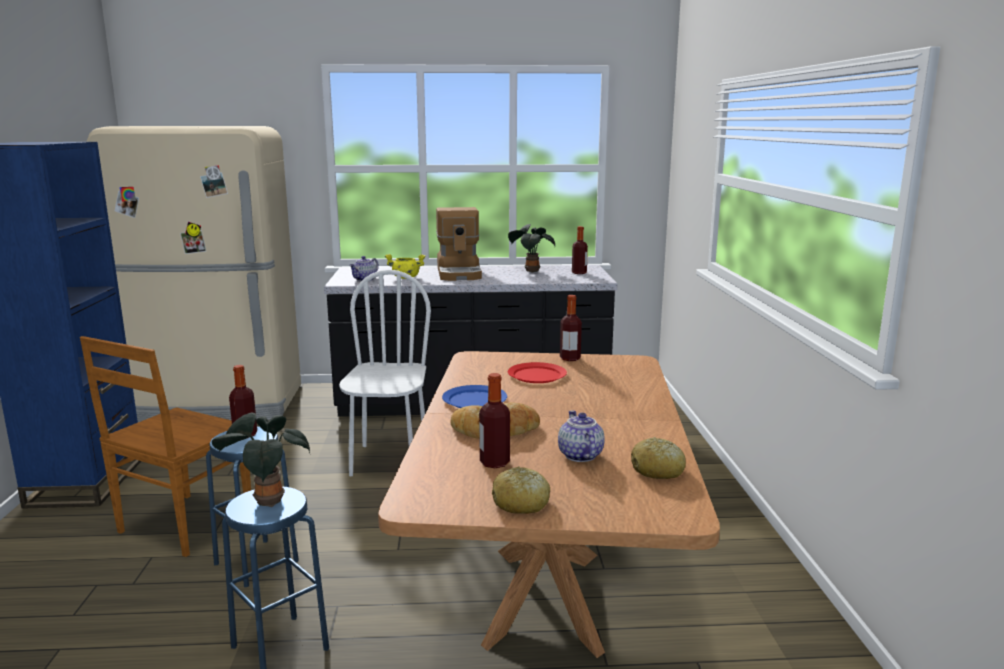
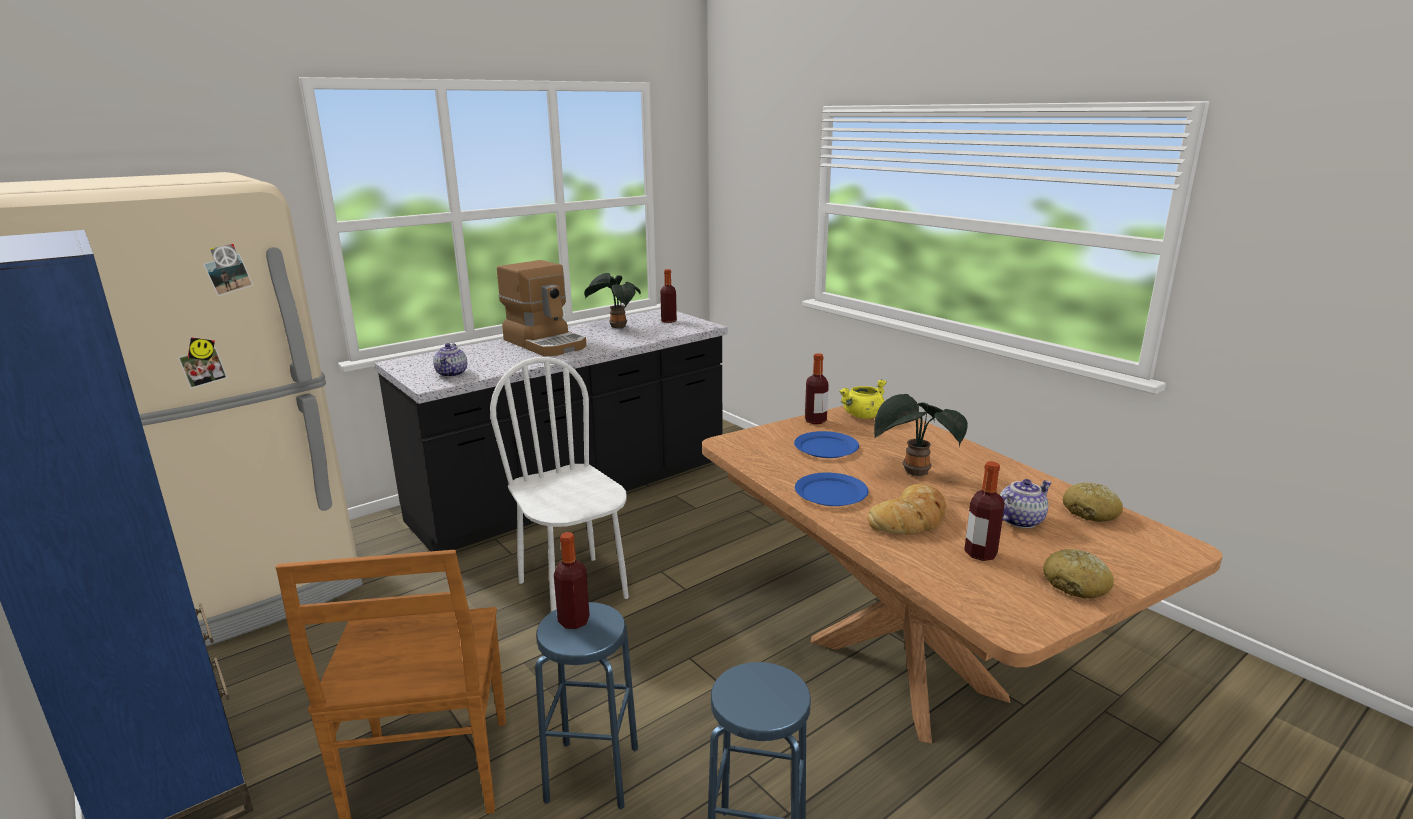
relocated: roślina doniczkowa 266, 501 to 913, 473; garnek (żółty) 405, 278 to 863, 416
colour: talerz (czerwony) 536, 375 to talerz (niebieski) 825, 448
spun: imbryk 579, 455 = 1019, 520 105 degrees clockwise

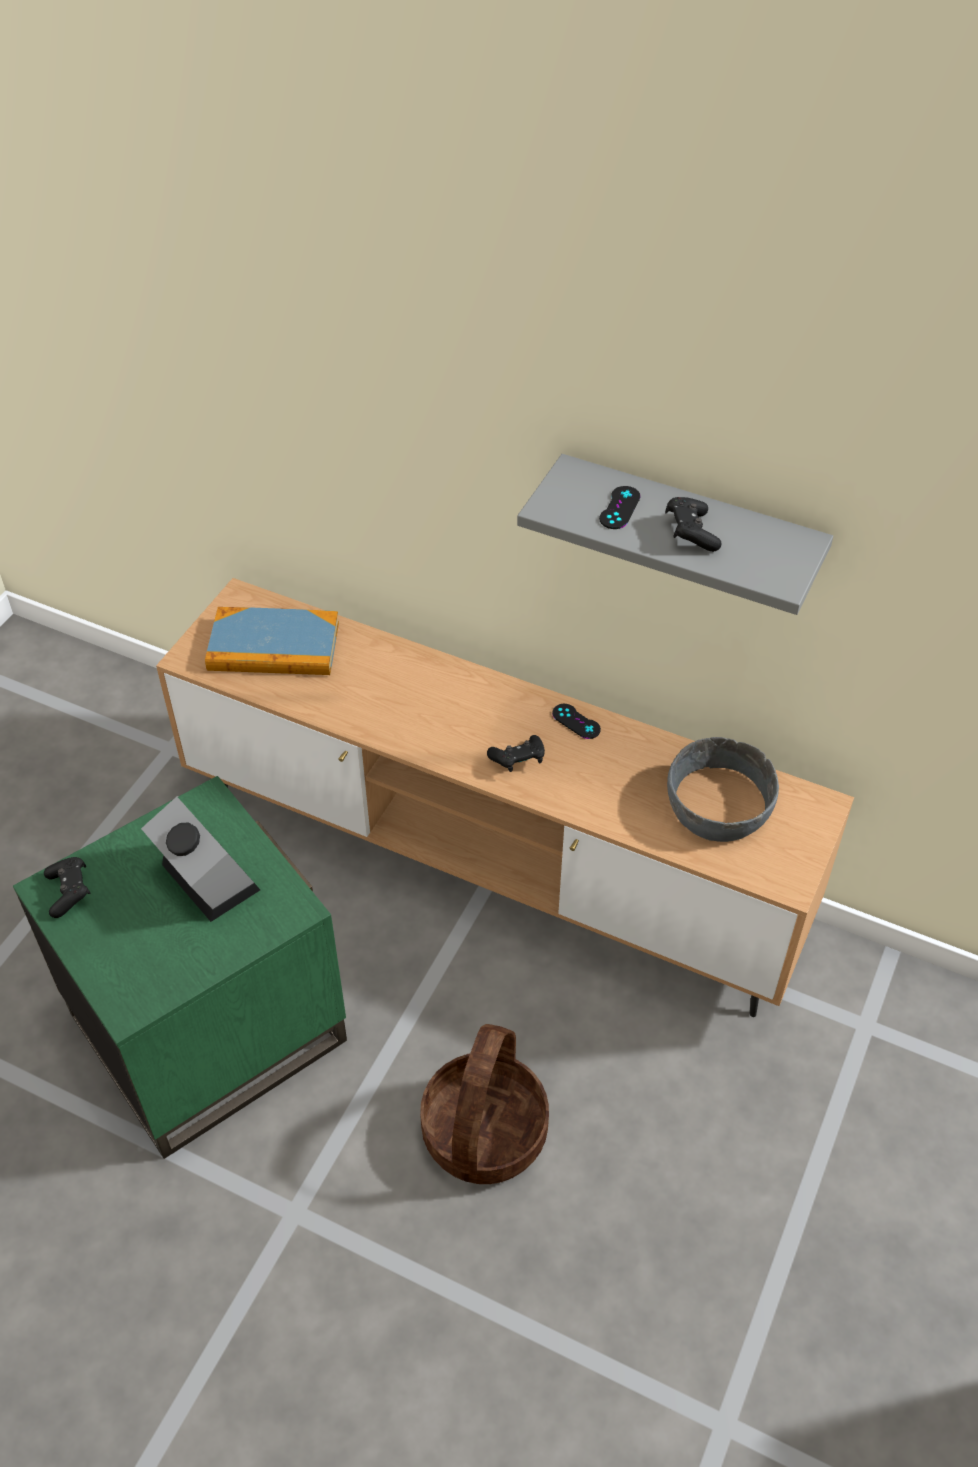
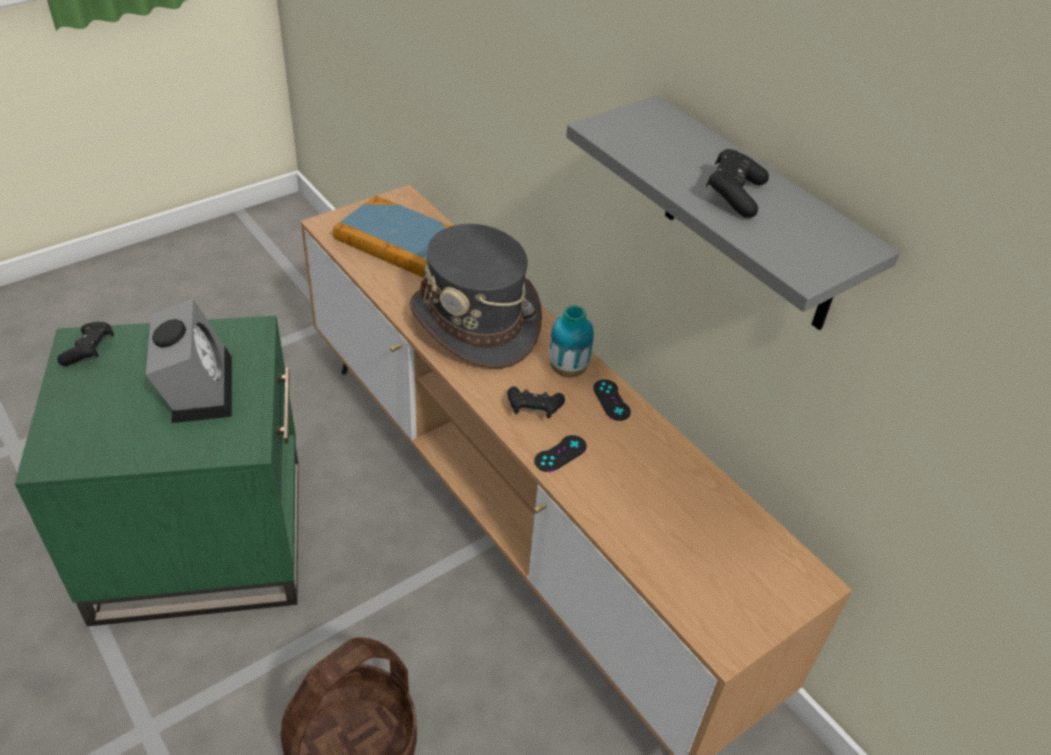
missing: miska (szary) 718, 805
appeared: kapelusz (szary) 476, 322; wazon 568, 369
relocated: pad do gier (czarny) 619, 508 to 560, 454

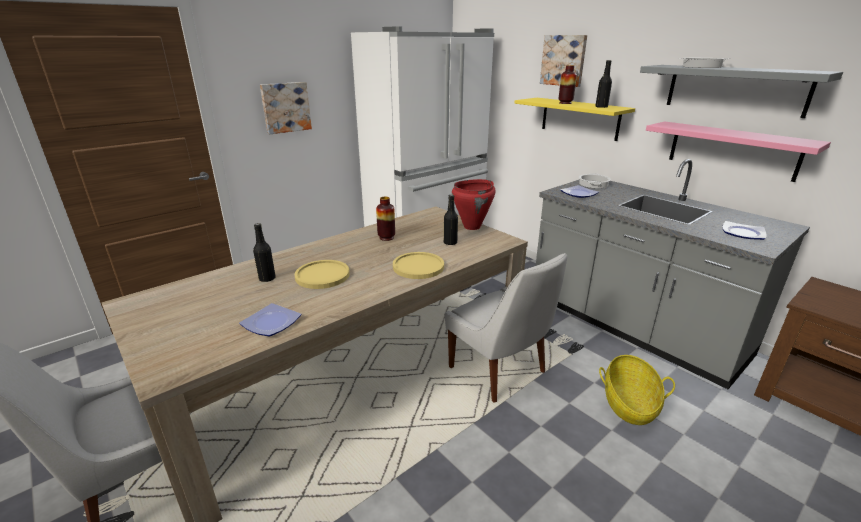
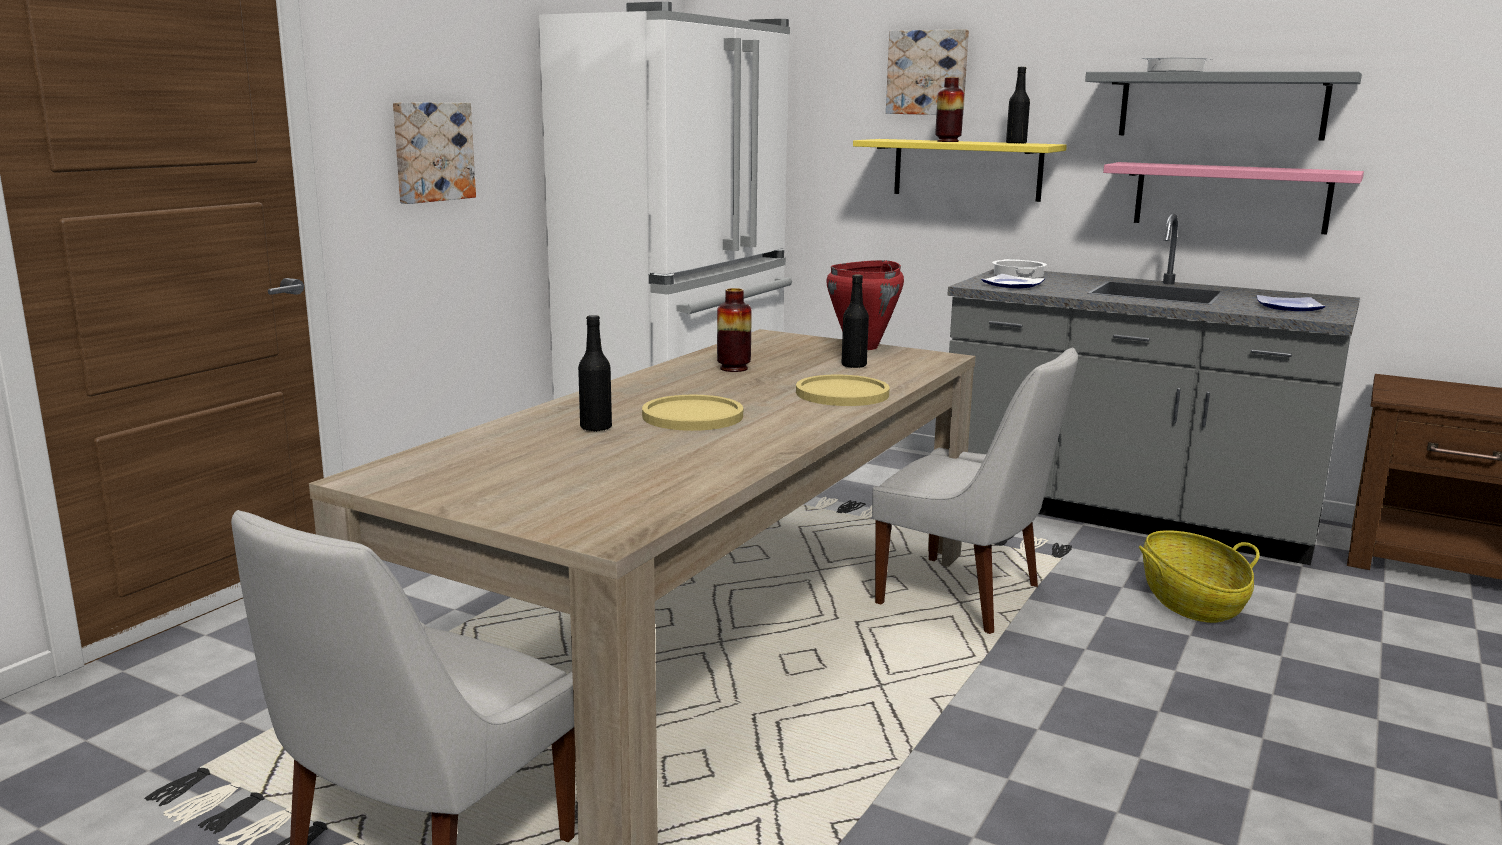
missing: talerz 270, 323

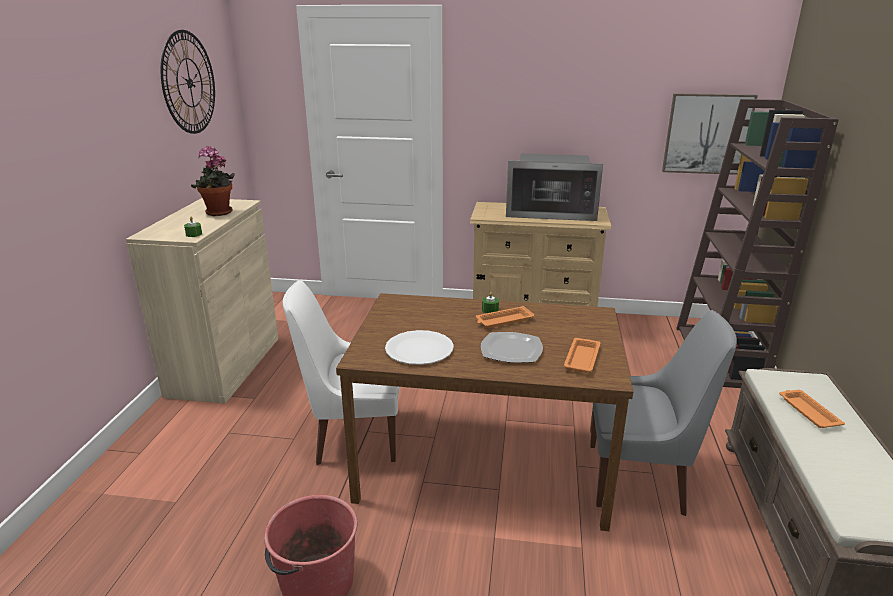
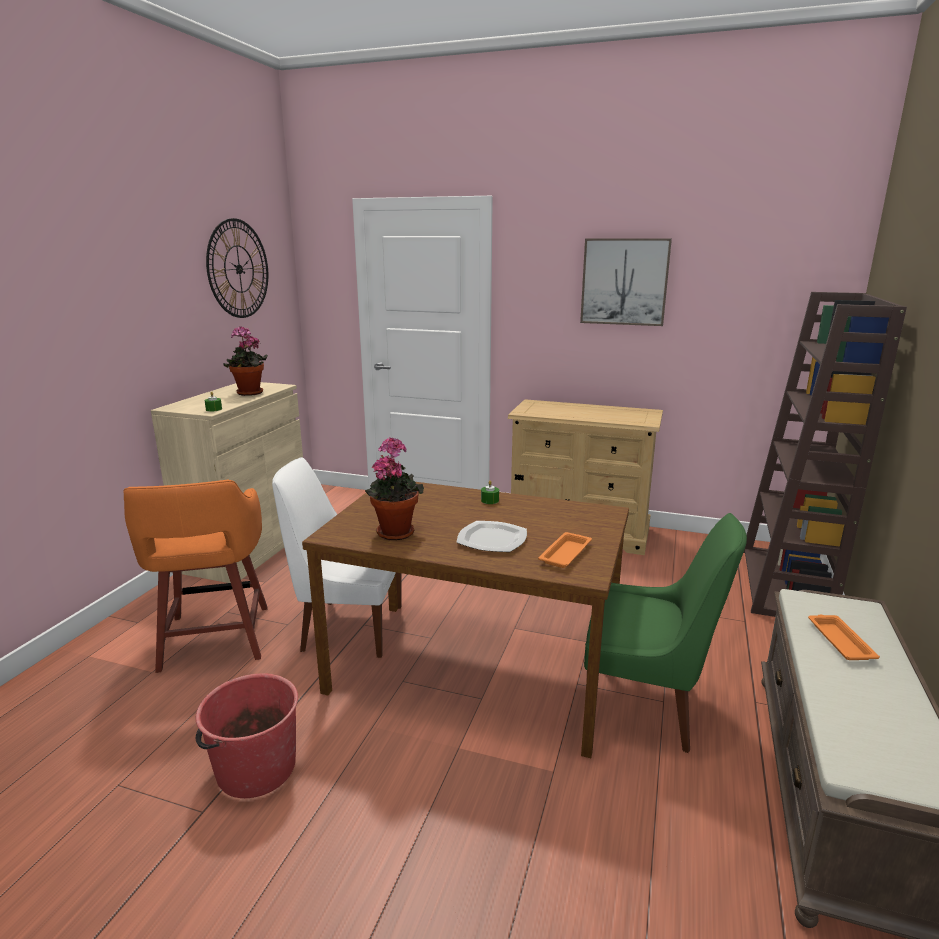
missing: taca (pomarańczowy) 503, 321; mikrofalówka 551, 212
appeared: stołek (pomarańczowy) 214, 640
relocated: obraz 707, 134 to 624, 282
exchanged: talerz (biały) 419, 349 to roślina doniczkowa 395, 531
colour: krzesło (szary) 640, 479 to krzesło (zielony) 646, 706

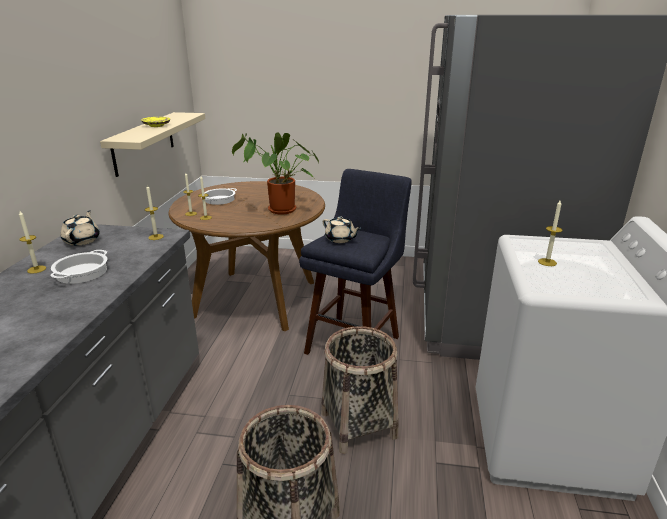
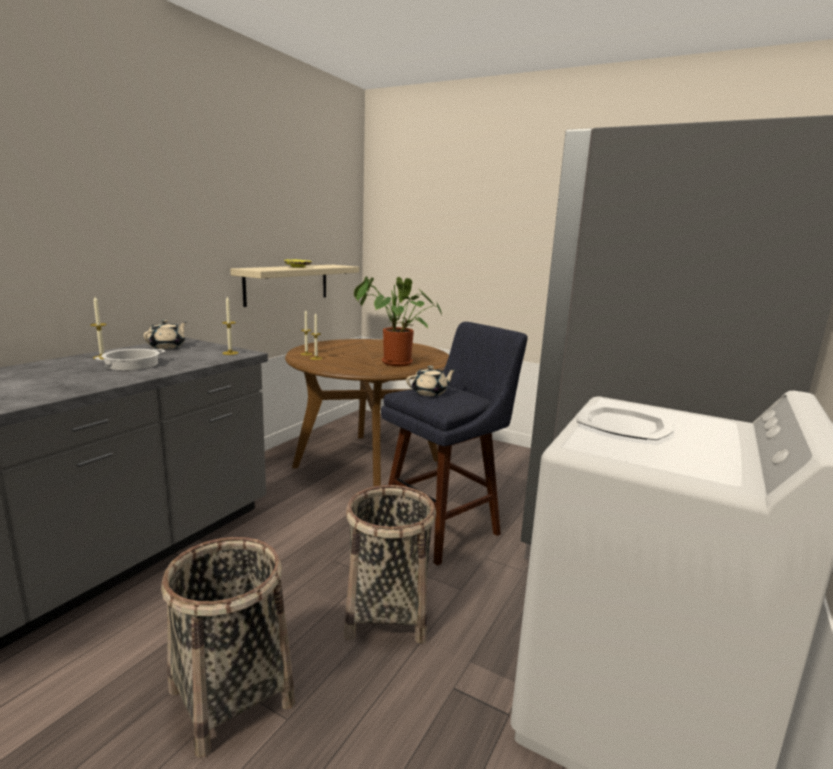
missing: garnek 219, 200
exchanged: świeca 547, 262 to talerz 622, 426
spun: imbryk (beżowy) 340, 239 = 430, 393 90 degrees counterclockwise

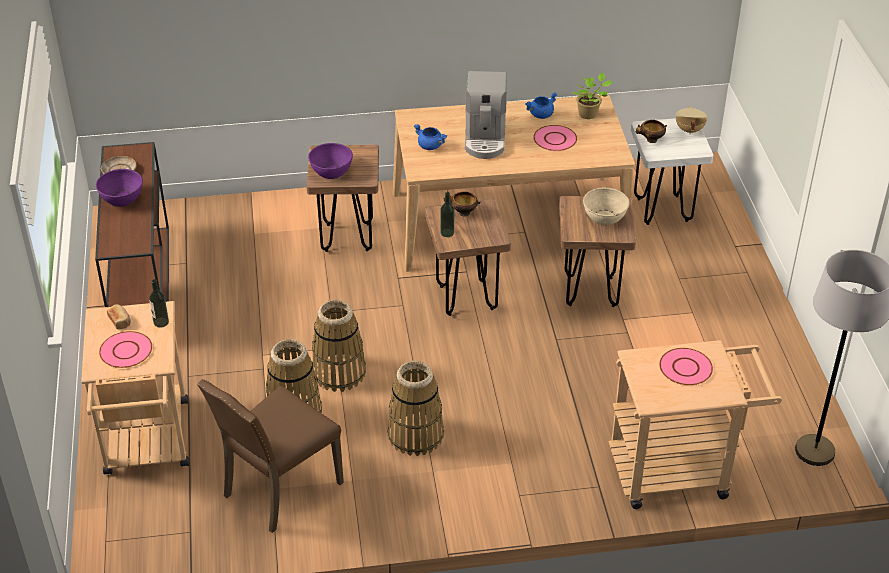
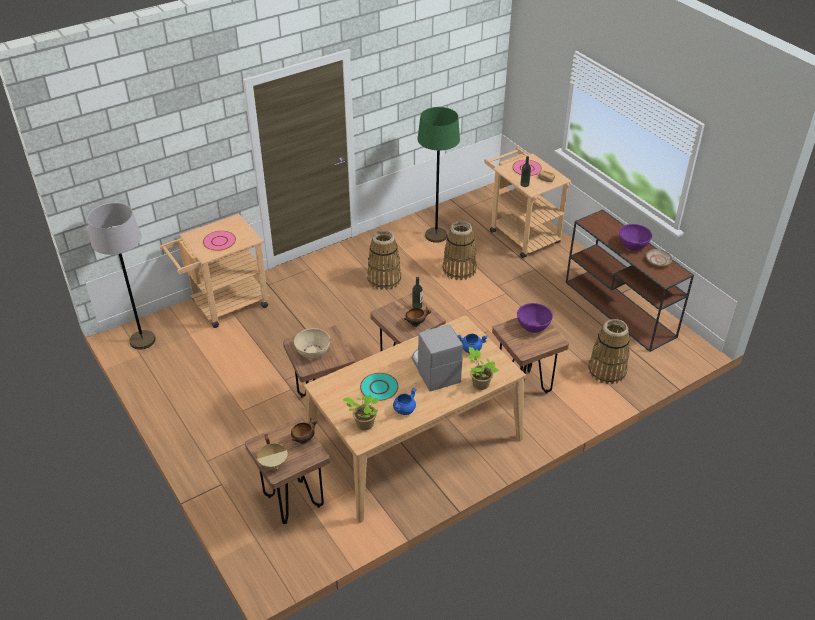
appeared: roślina doniczkowa 479, 383
relocated: koszyk 339, 373 to 606, 371
exchanged: krzesło (brązowy) 279, 489 to lampa stojąca (zielony) 436, 235
colour: talerz (różowy) 555, 139 to talerz (turkusowy) 379, 387; stołek (biały) 662, 210 to stołek (brązowy) 293, 501

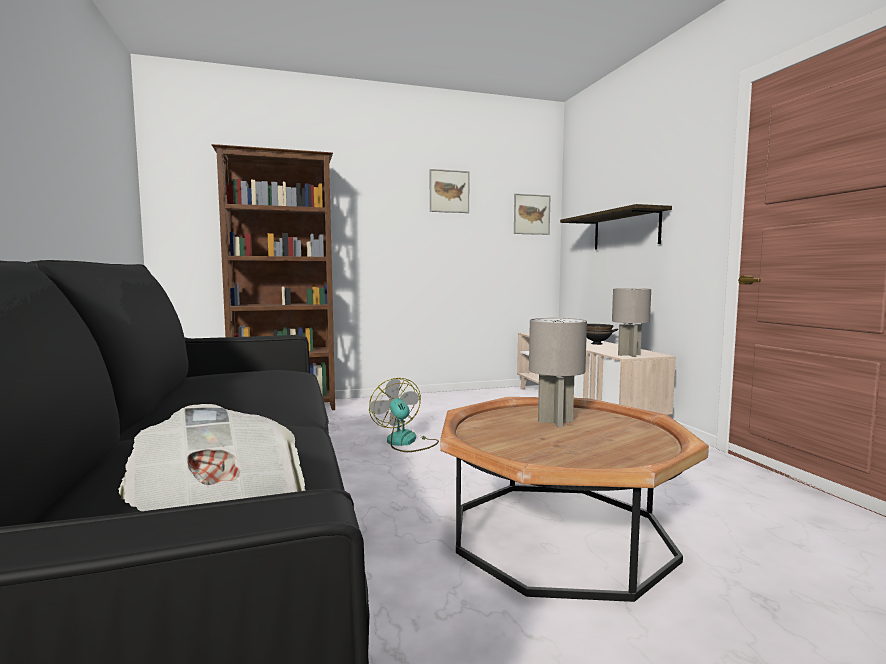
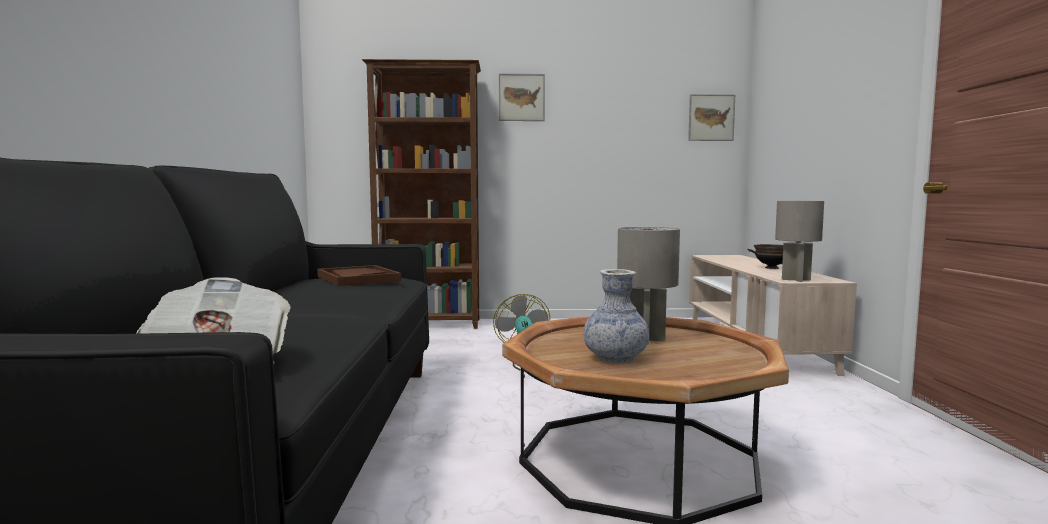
missing: półka 625, 230
appeared: taca (brązowy) 358, 278; wazon 615, 358
relocated: obraz 449, 191 to 521, 97

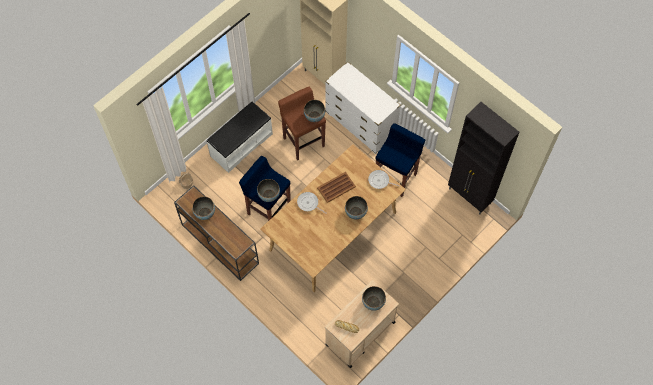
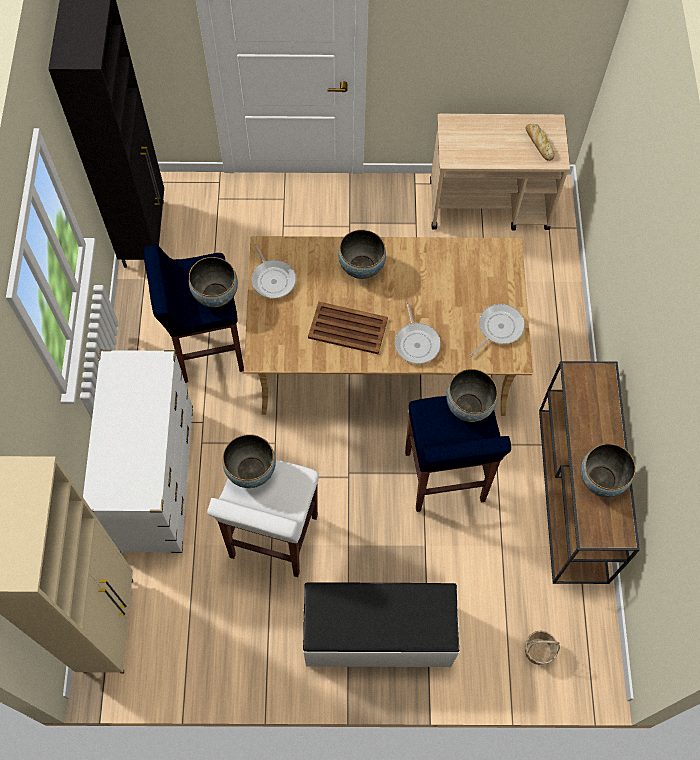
appeared: patelnia 498, 328
relocated: miska 373, 302 to 216, 295
colour: stołek (brązowy) 303, 141 to stołek (biały) 273, 538

